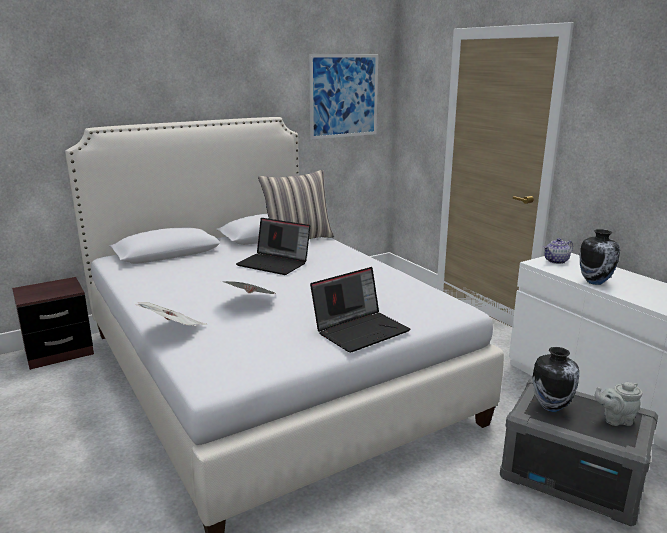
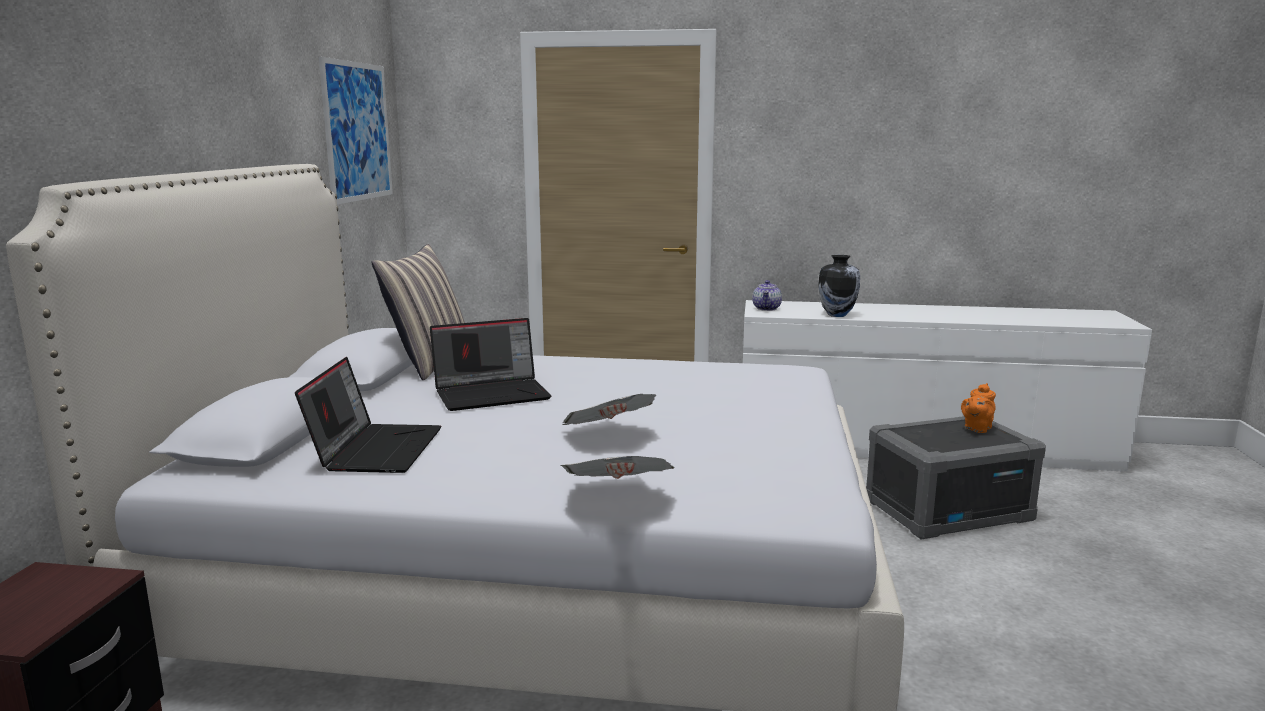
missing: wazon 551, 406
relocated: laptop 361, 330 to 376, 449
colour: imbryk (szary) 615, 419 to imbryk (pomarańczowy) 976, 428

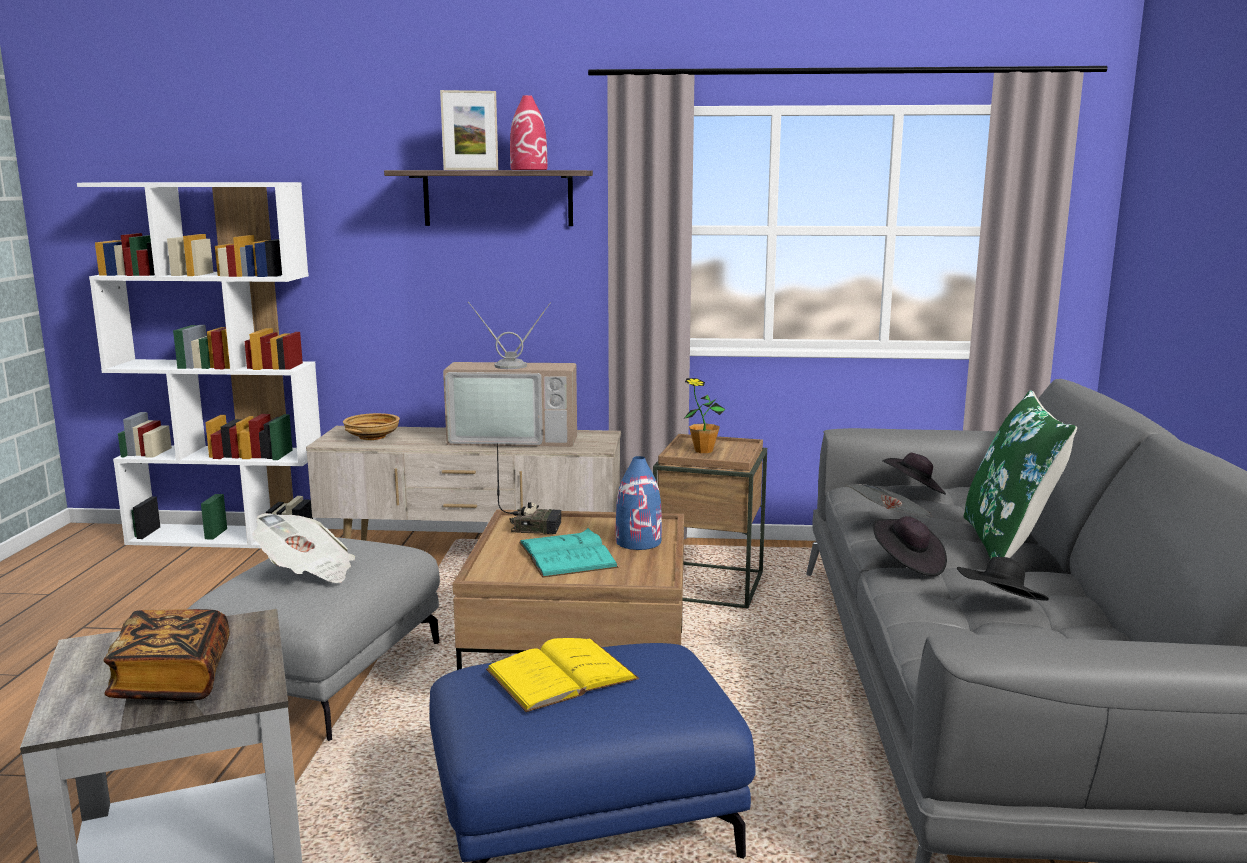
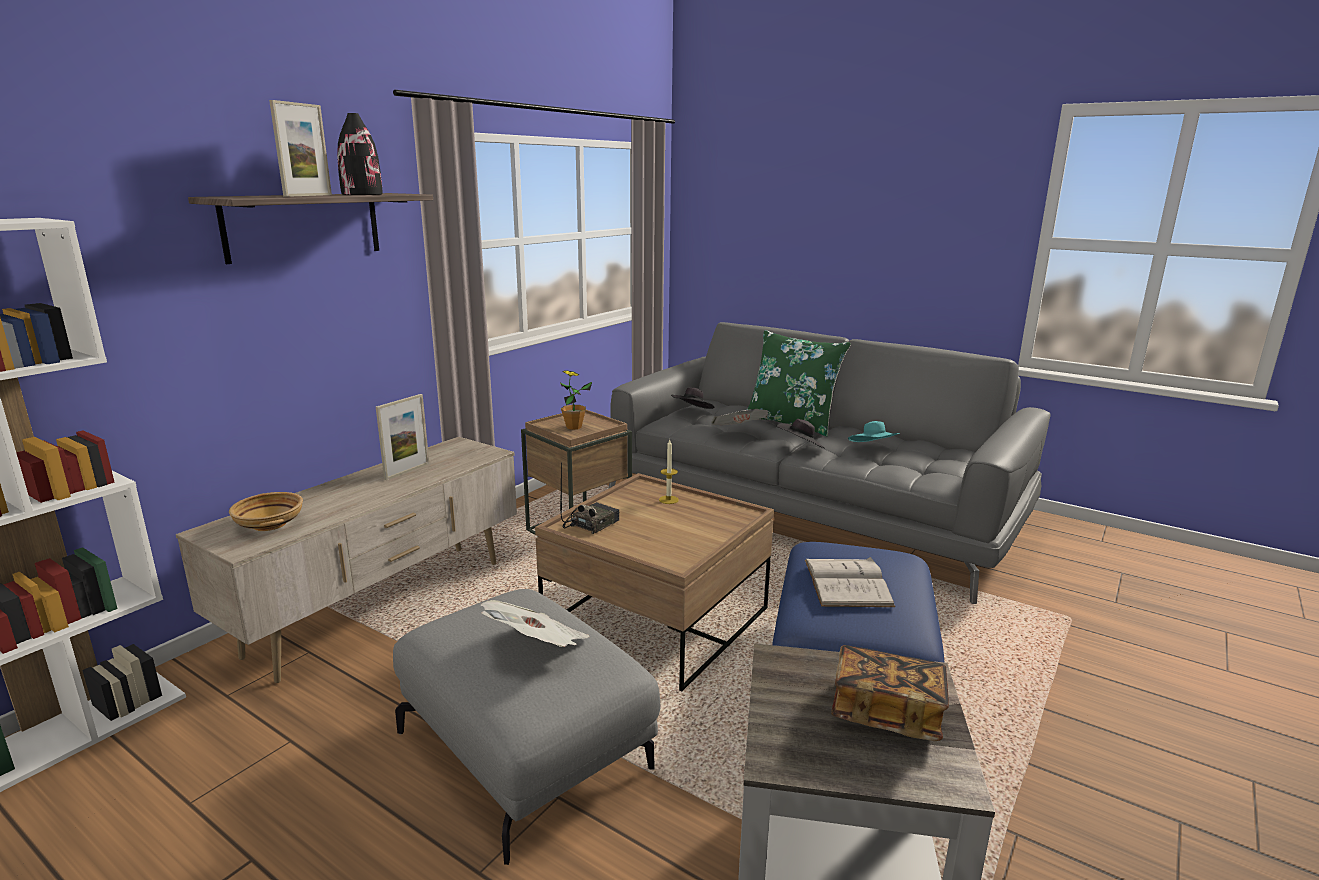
missing: książka (turkusowy) 567, 555
exchanged: telewizor 515, 438 to ramka na zdjęcie 407, 471; wazon (niebieski) 639, 542 to świeca 668, 500
colour: książka (żółty) 561, 674 to książka (biały) 847, 582; wazon (czerwony) 529, 169 to wazon (czarny) 362, 194; kapelusz (czarny) 1000, 606 to kapelusz (turkusowy) 873, 449

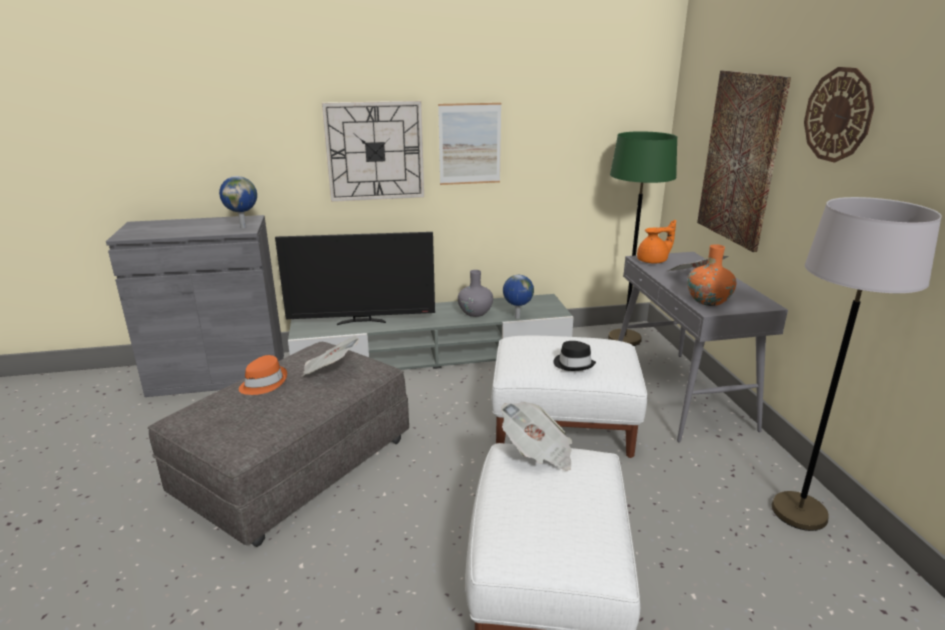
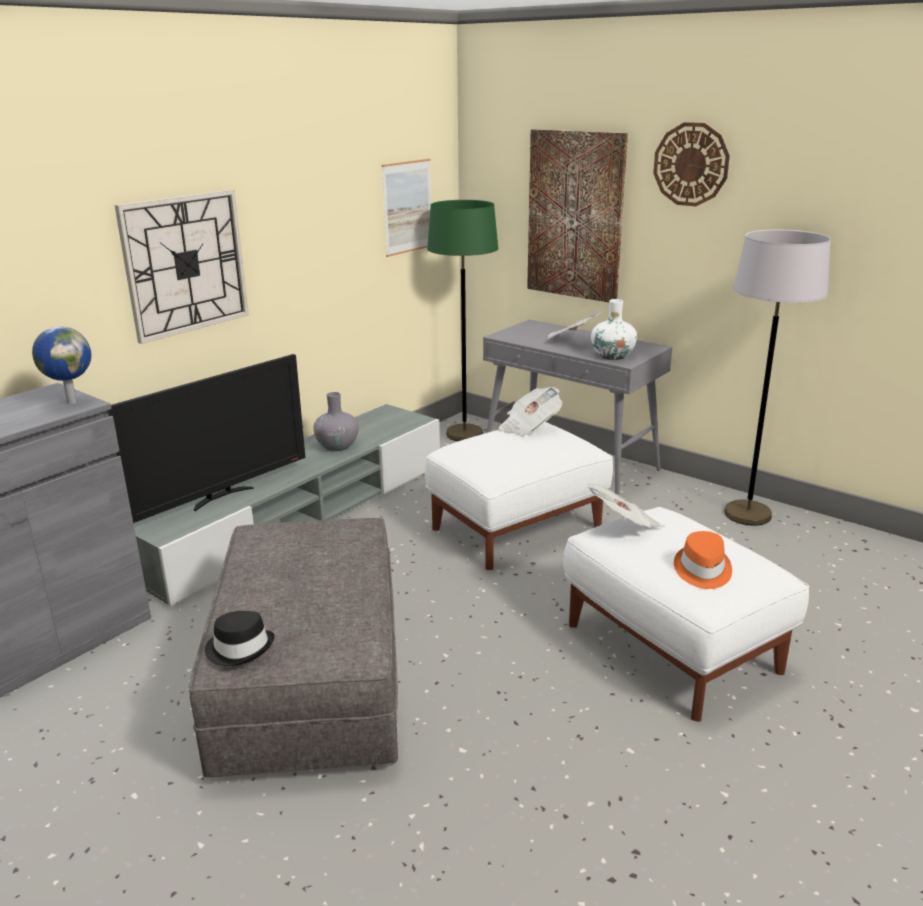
missing: globus 517, 318; imbryk (pomarańczowy) 653, 261
relocated: kapelusz (pomarańczowy) 263, 383 to 702, 570; gazeta 330, 370 to 529, 427; obraz 470, 144 to 407, 207; kapelusz (czarny) 573, 364 to 240, 648
colour: wazon (pomarańczowy) 708, 301 to wazon (biały) 612, 356

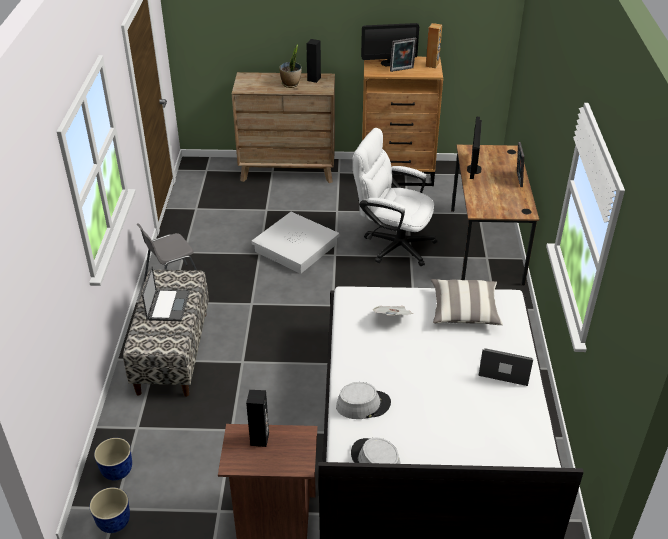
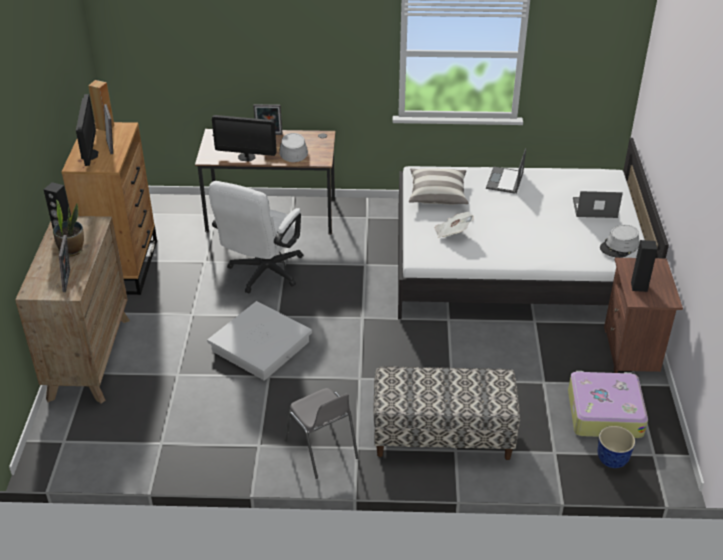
missing: donica 114, 523
appeared: ramka na zdjęcie 68, 281; walizka 604, 412
relocated: laptop 168, 305 to 594, 208; kapelusz (szary) 363, 404 to 293, 150

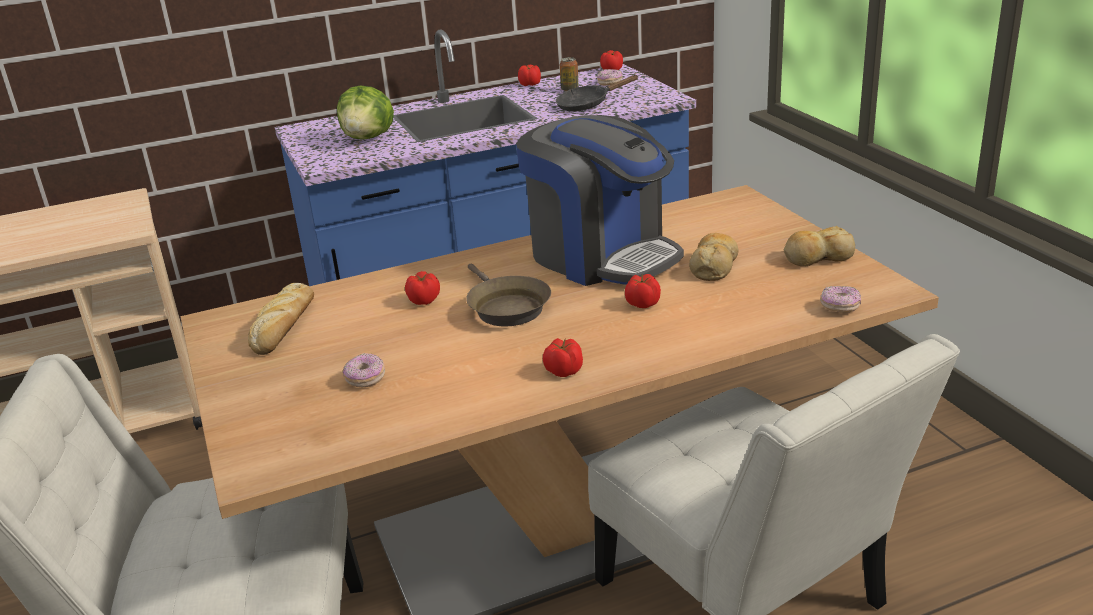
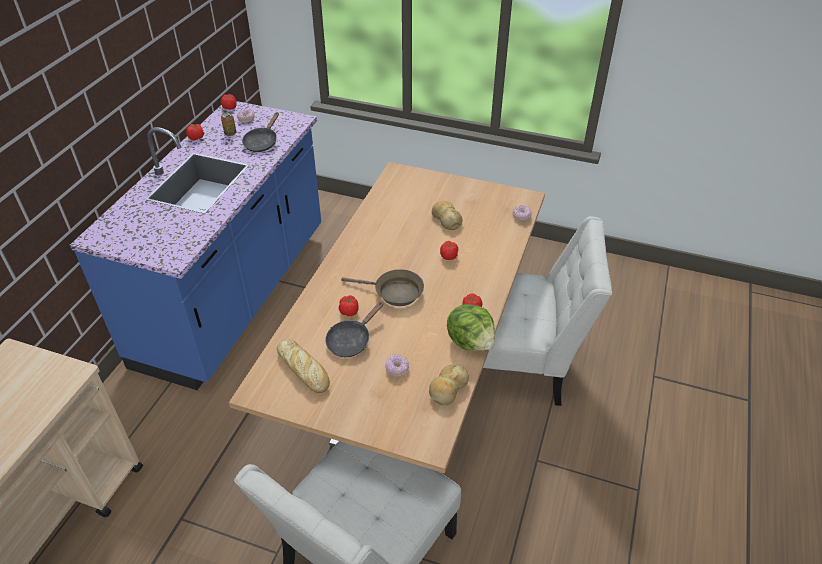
missing: ekspres do kawy 601, 255
appeared: patelnia (czarny) 351, 340
relocated: sałata 368, 138 to 471, 341; chleb 817, 257 to 447, 389

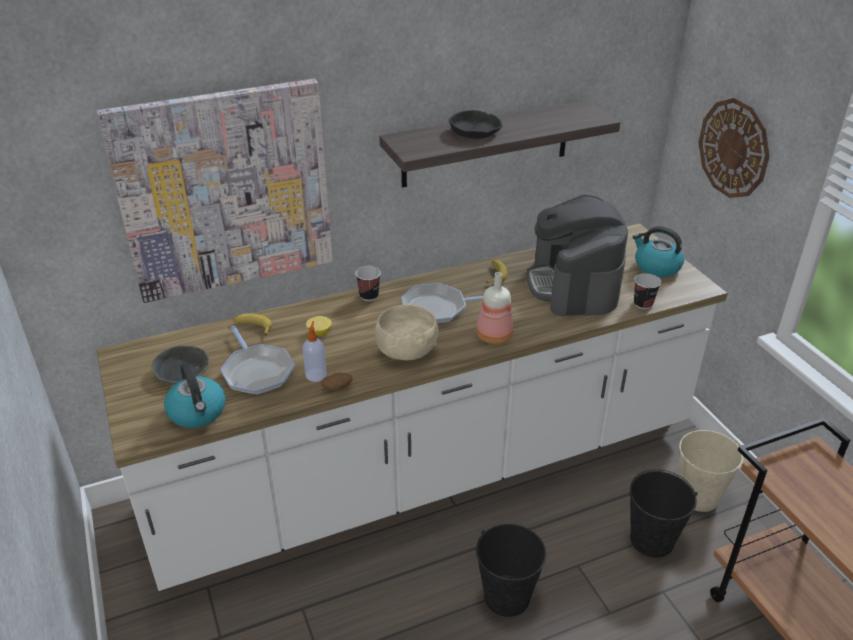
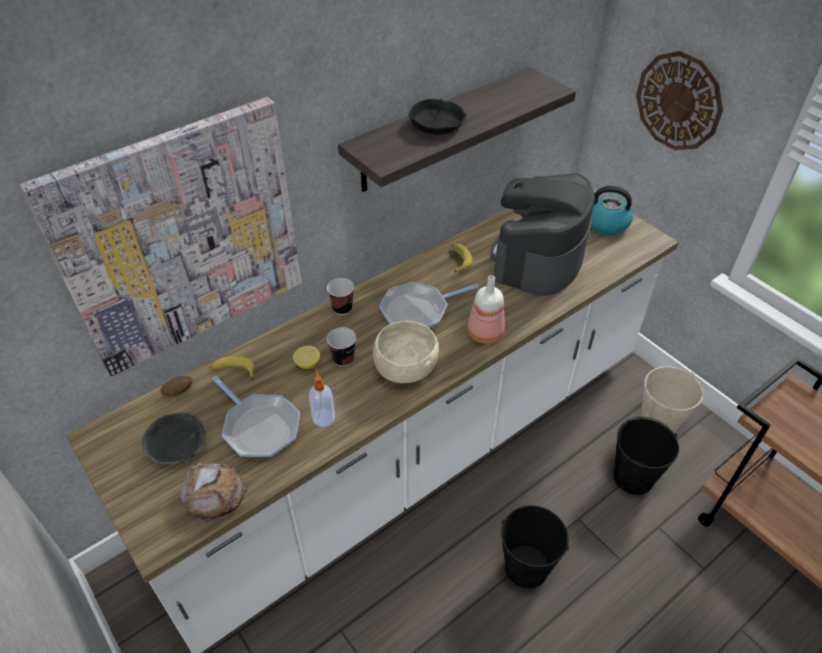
relocated: ziemniak 337, 388 to 179, 392; filiżanka 643, 304 to 343, 359
exchanged: czajnik 198, 412 to chleb 214, 493
spun: ekspres do kawy 573, 285 = 538, 258 45 degrees clockwise

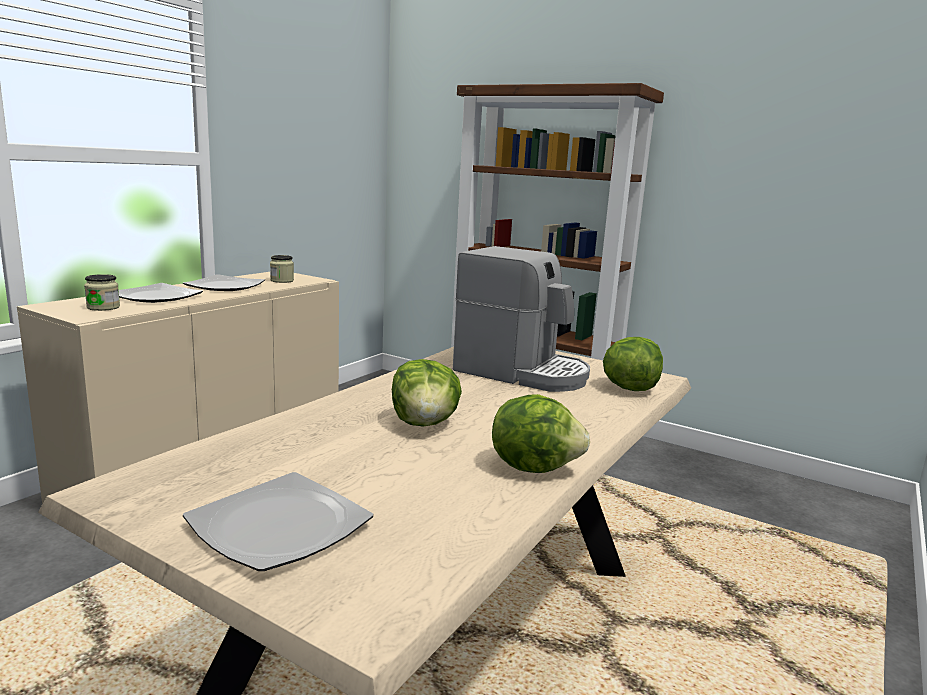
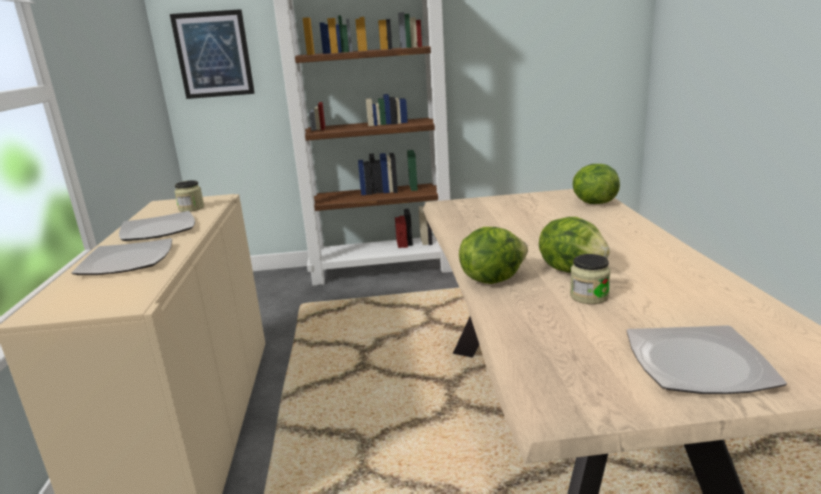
missing: ekspres do kawy 522, 373
appeared: obraz 213, 54
relocated: słoik 103, 307 to 589, 296; sałata 534, 466 to 491, 279

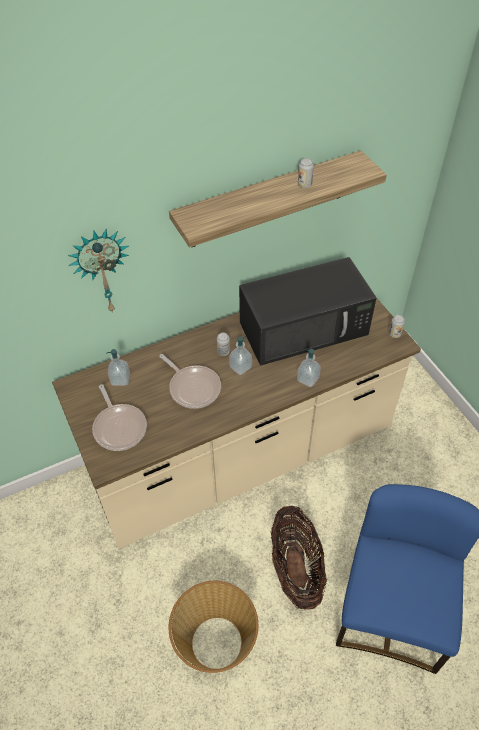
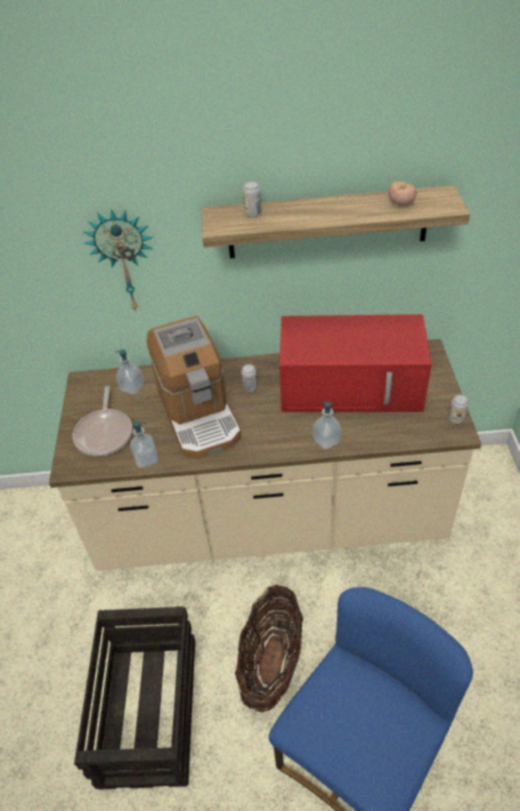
appeared: pomidor 401, 204
relocated: dozownik mydła 240, 367 to 146, 459; puszka 304, 184 to 253, 214
exchanged: patelnia 193, 387 to ekspres do kawy 199, 415; koszyk 215, 643 to skrzynka 148, 709
colour: mikrofalówka (czarny) 305, 327 to mikrofalówka (czerwony) 352, 385

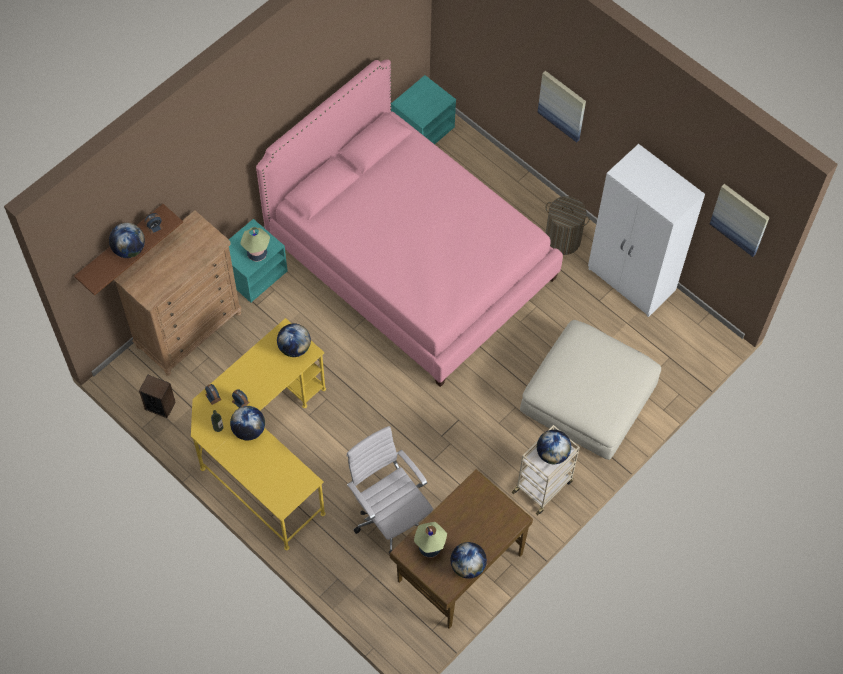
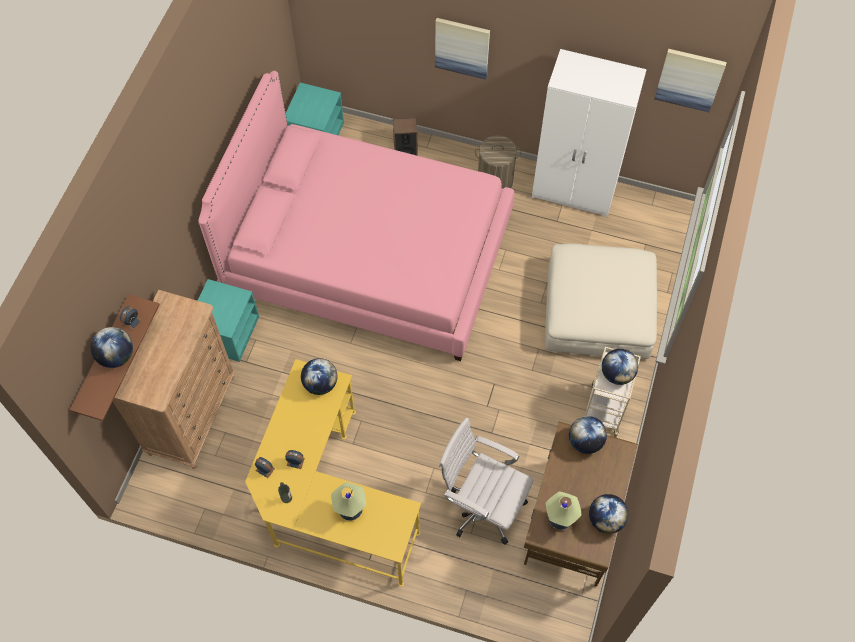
relocated: głośnik 160, 405 to 405, 150; globus 249, 430 to 585, 441; lampa stołowa 257, 254 to 350, 510

